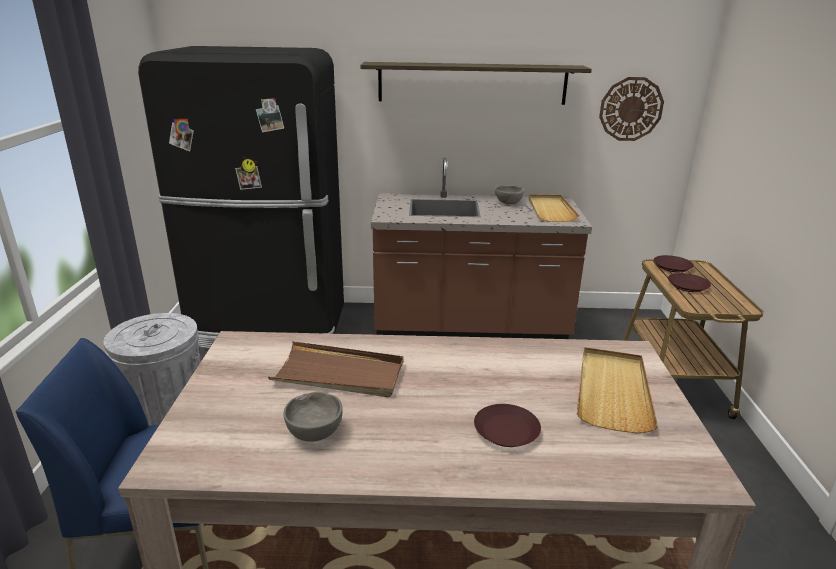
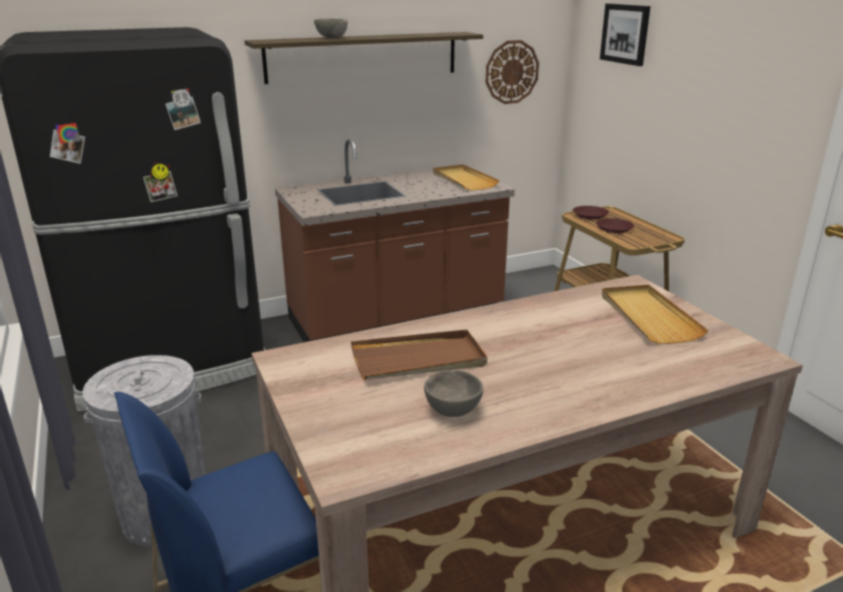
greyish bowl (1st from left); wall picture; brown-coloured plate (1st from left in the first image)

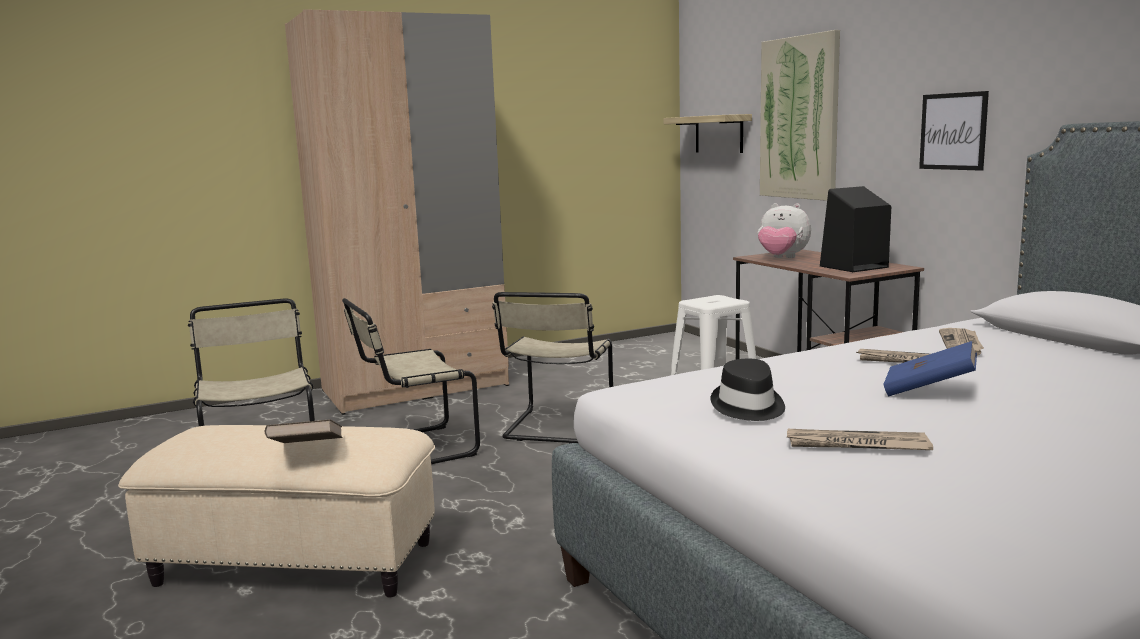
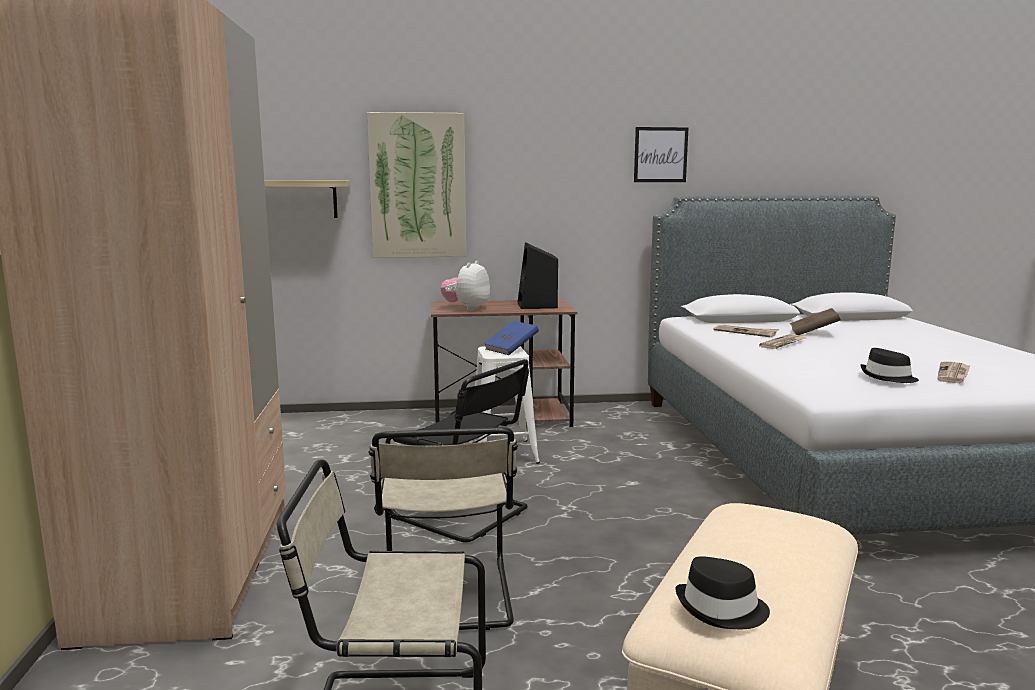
blackish plain chair; soft toy; blue book; wall picture (2nd from left); blackish wearable hat (1st from left); brown-coloured book

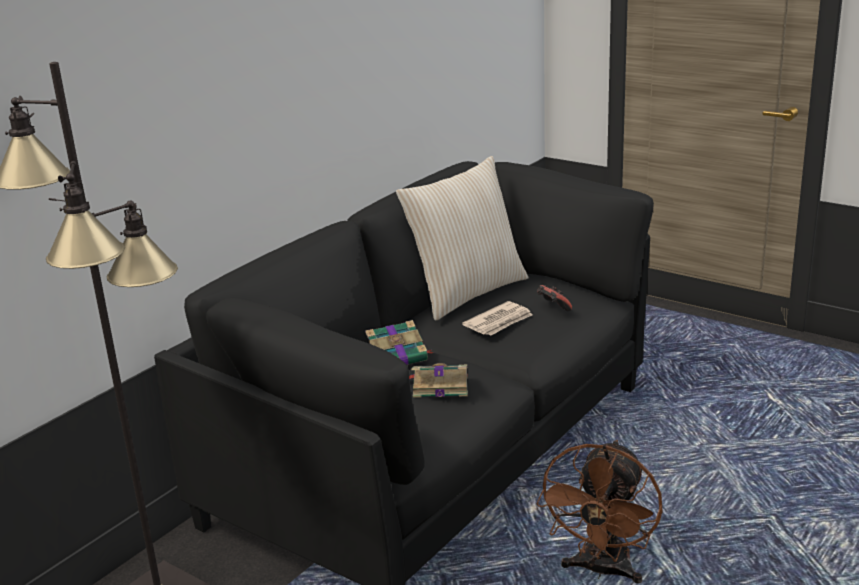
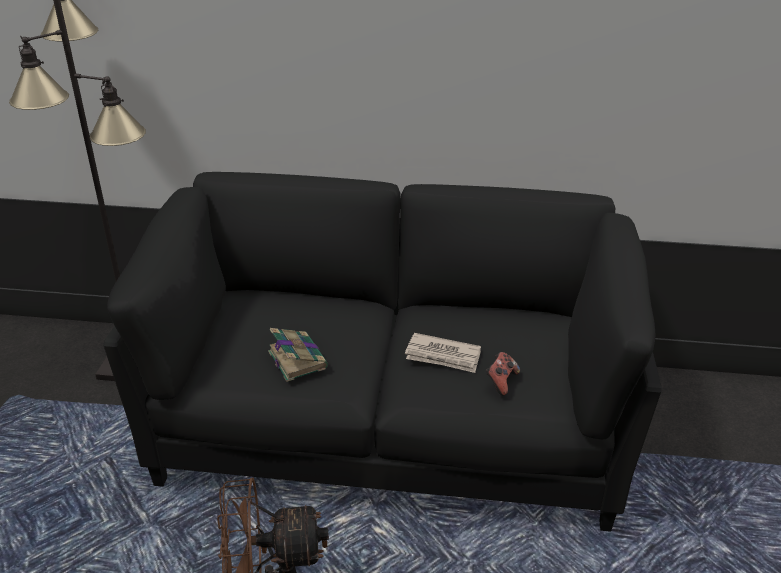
book (1st from left in the first image); beige-coloured pillow

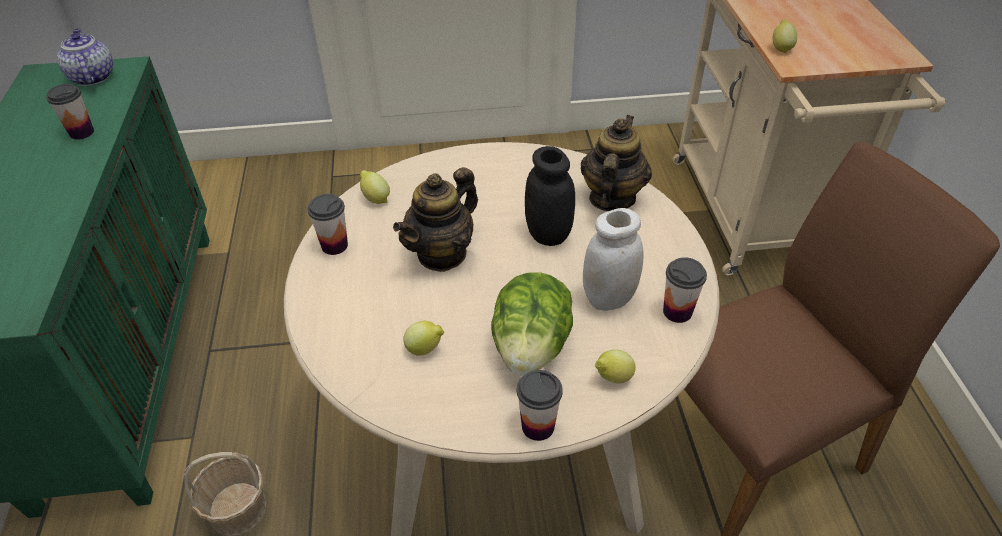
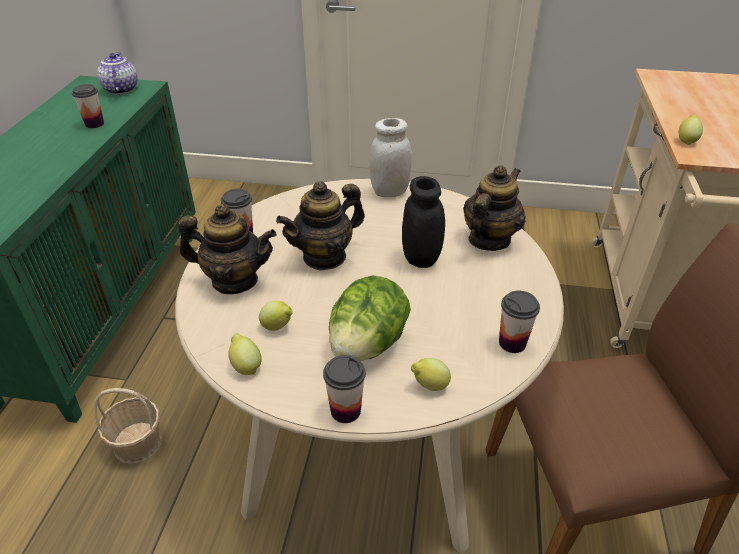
tea pot (2nd from left); citrus fruit (1st from left); white jar

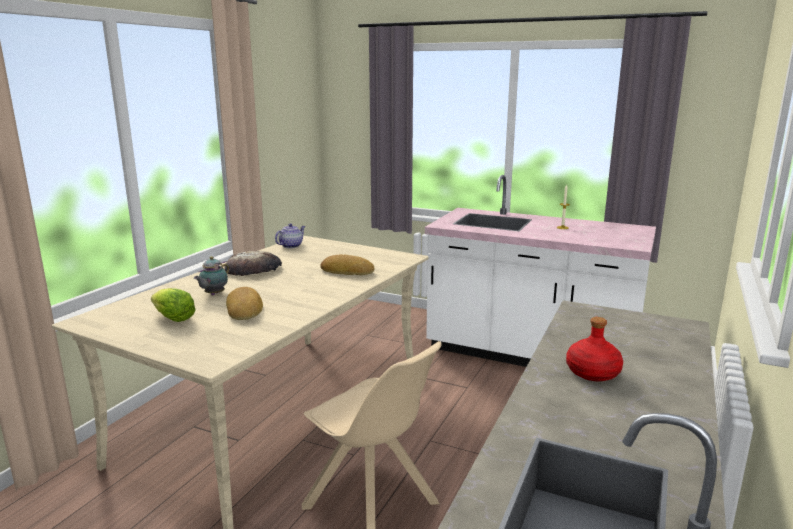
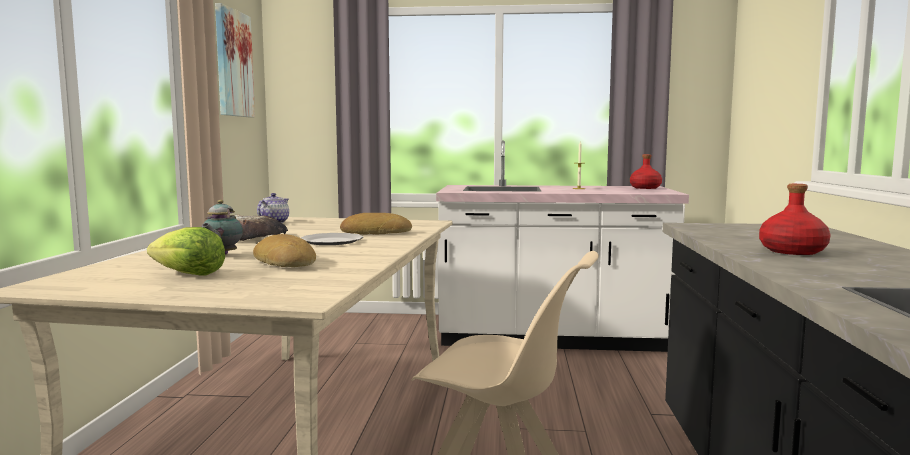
wall picture; plate; reddish beverage bottle (1st from left)

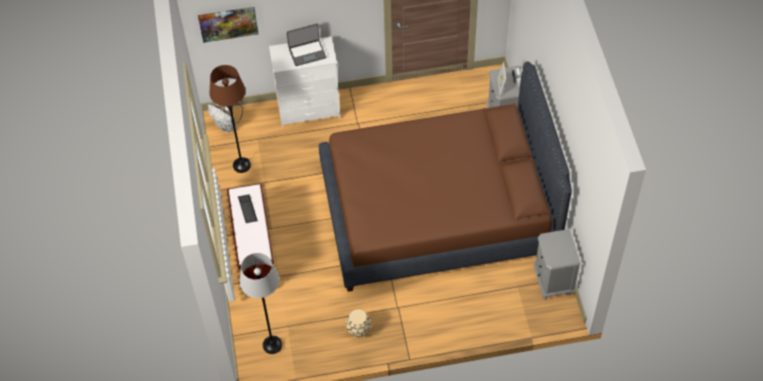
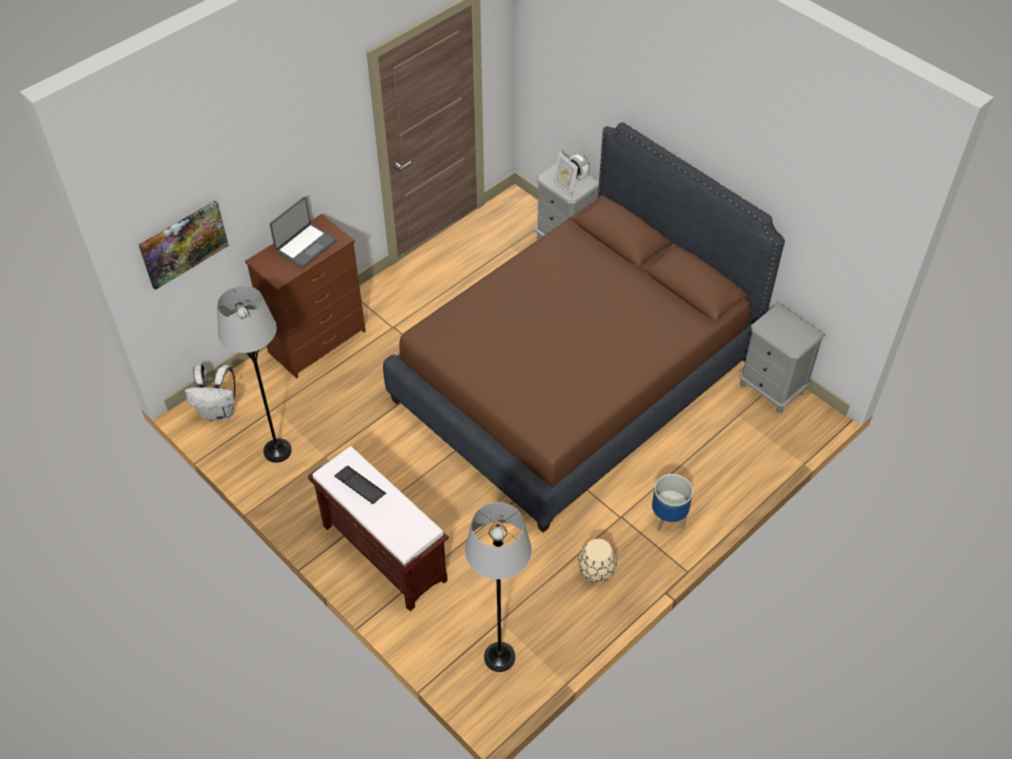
greyish standard lamp (1st from left); brown-coloured chest of drawers; plant pot

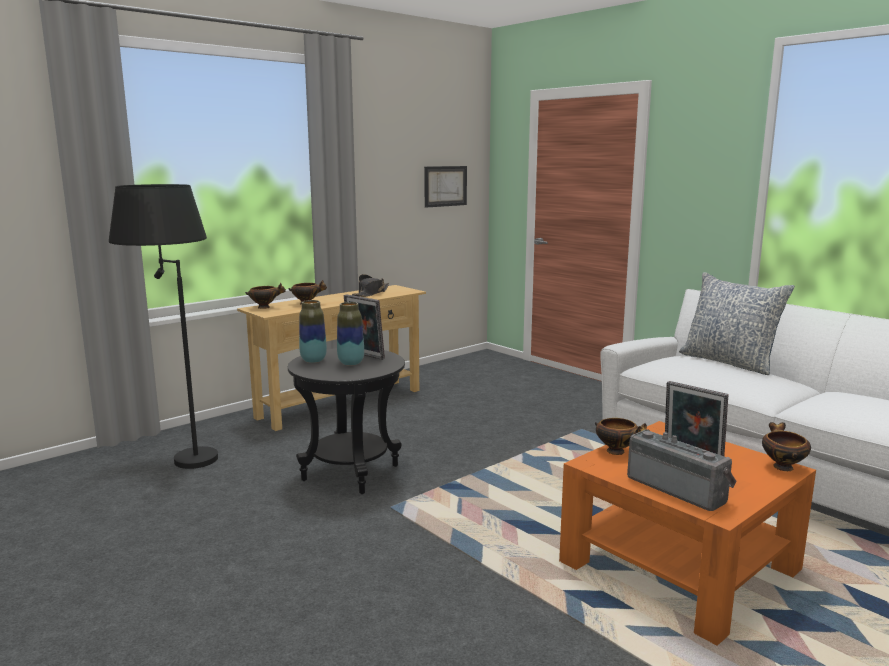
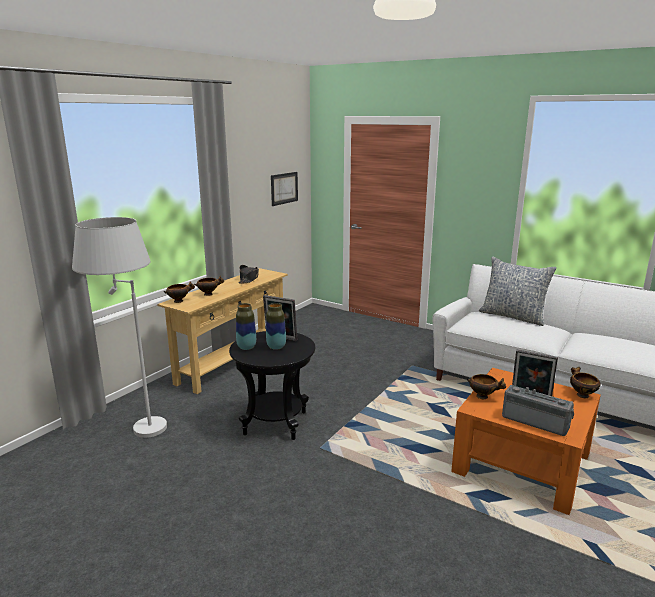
white standard lamp

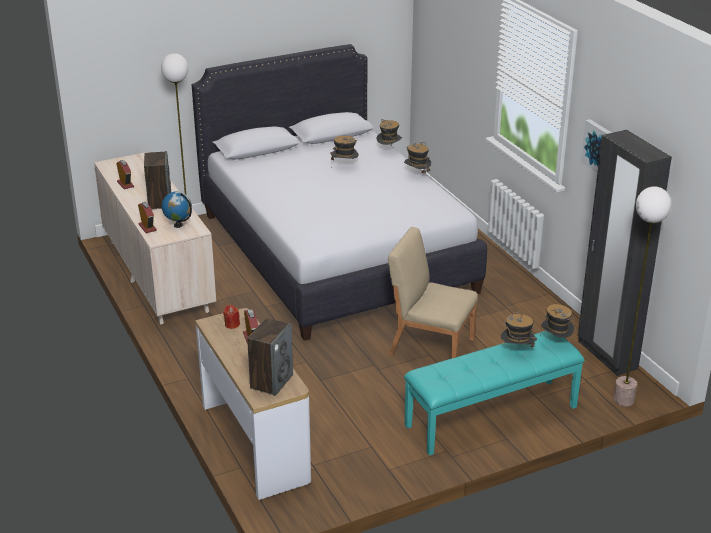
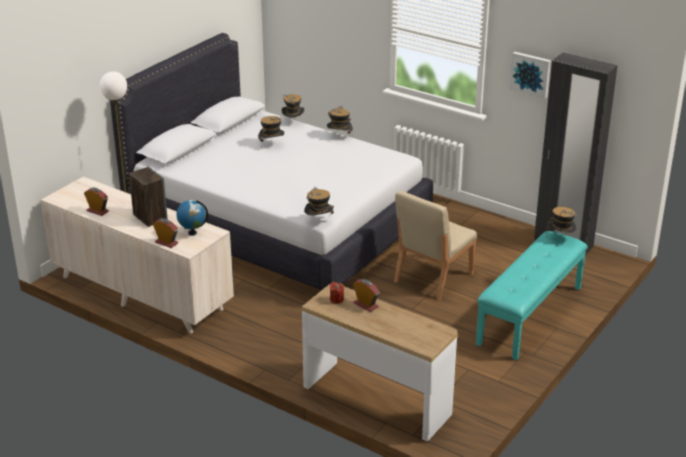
wearable hat (3rd from left); beige-coloured plain chair; audio speaker (2nd from left in the first image); standard lamp (2nd from left in the first image)

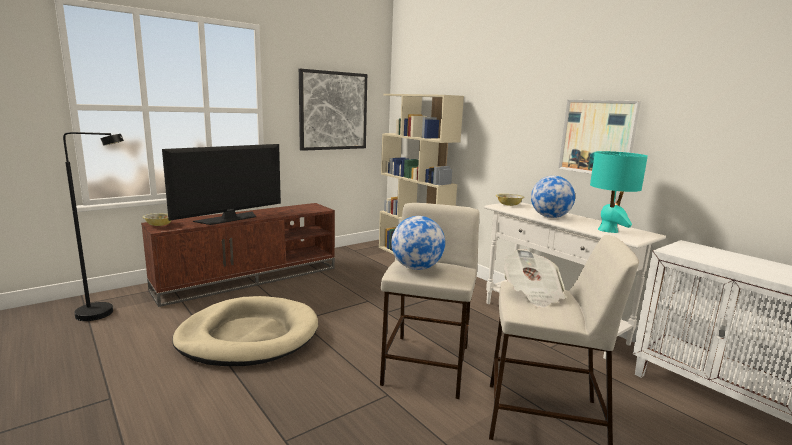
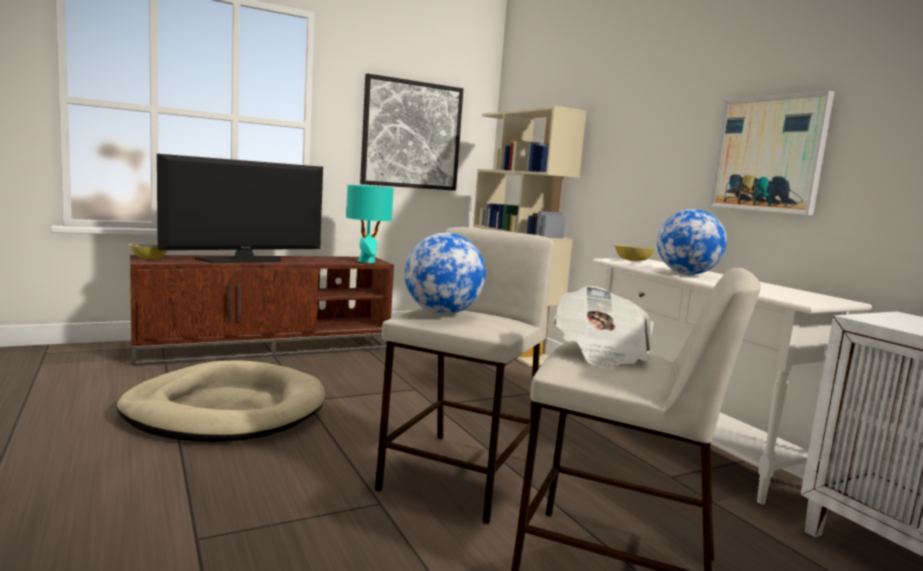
blue-green lamp for a table; blackish standard lamp

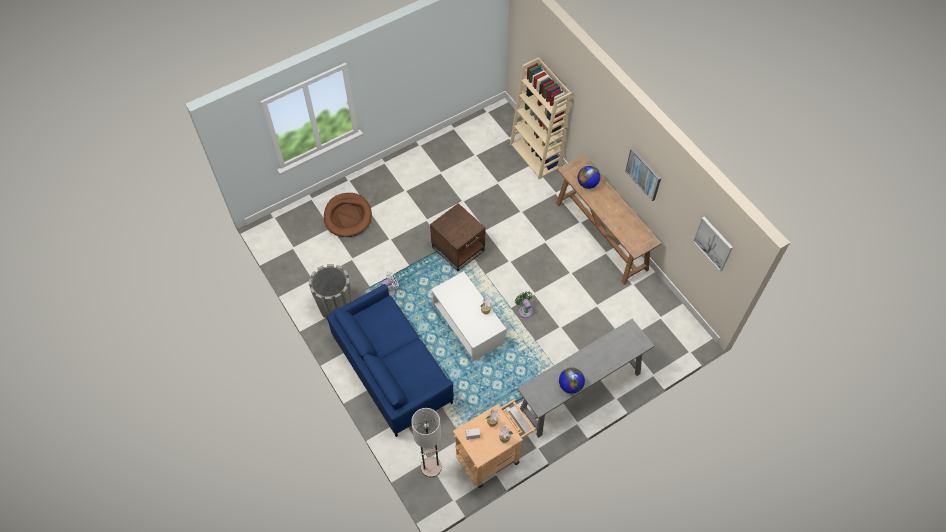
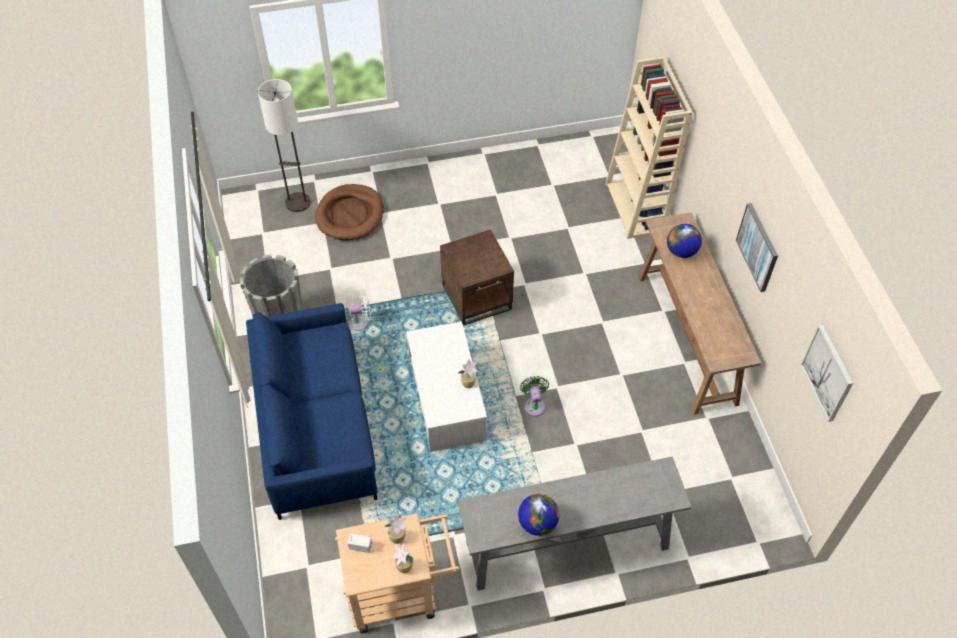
standard lamp

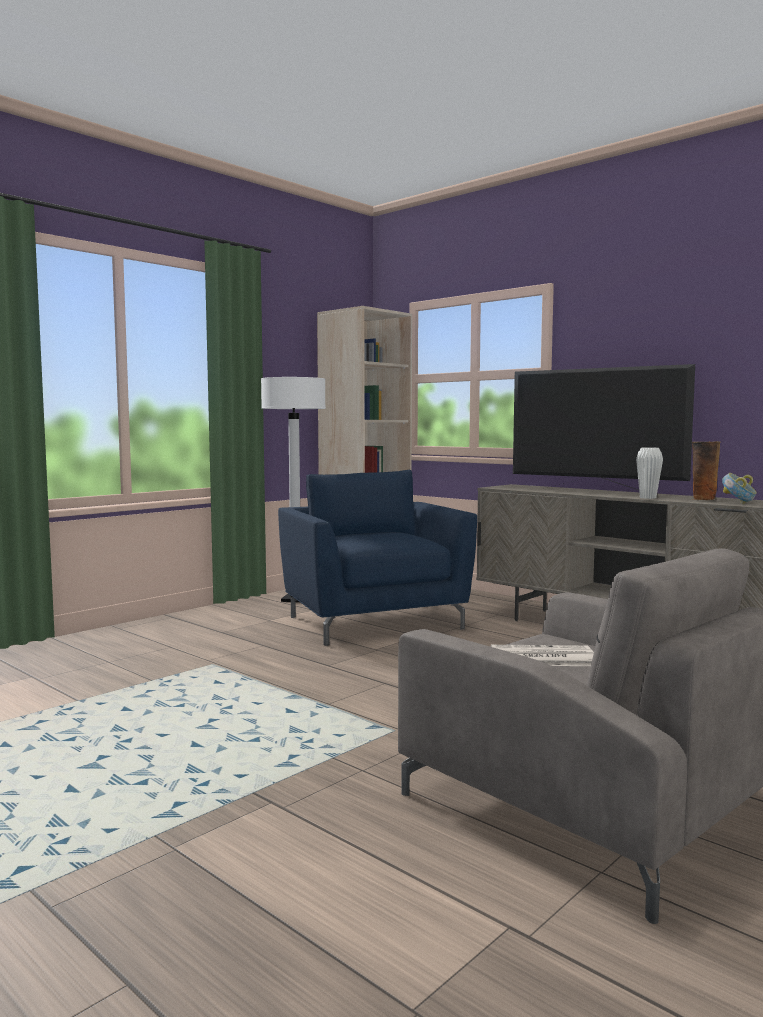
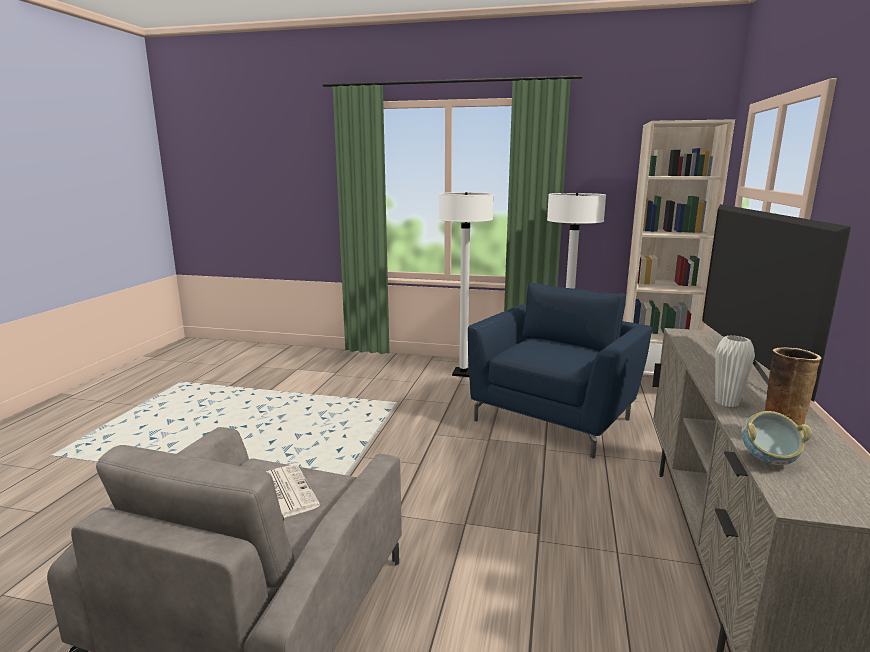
white standard lamp (1st from left)

